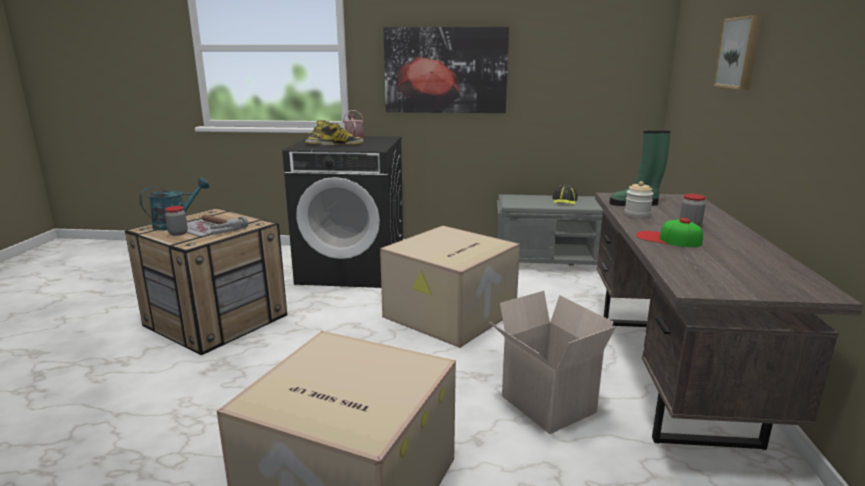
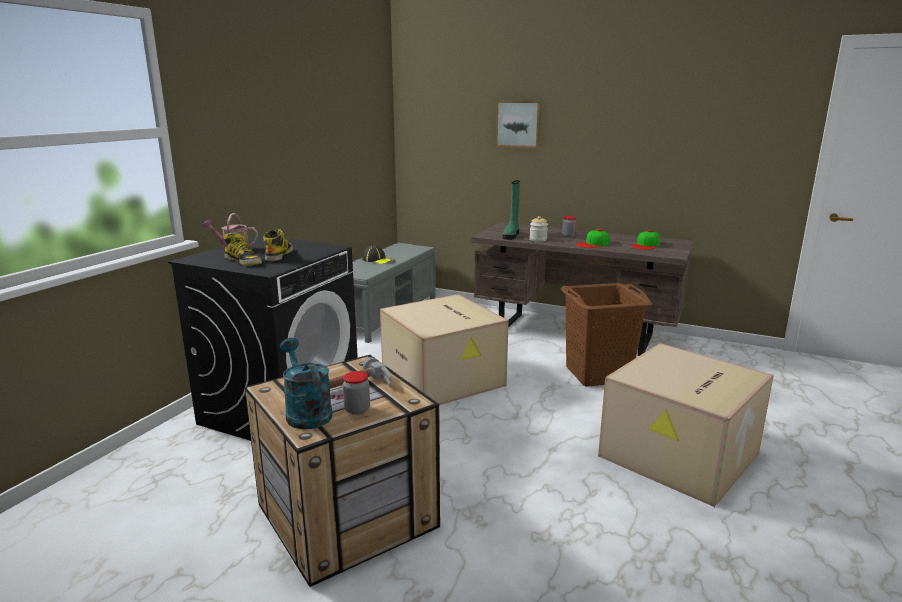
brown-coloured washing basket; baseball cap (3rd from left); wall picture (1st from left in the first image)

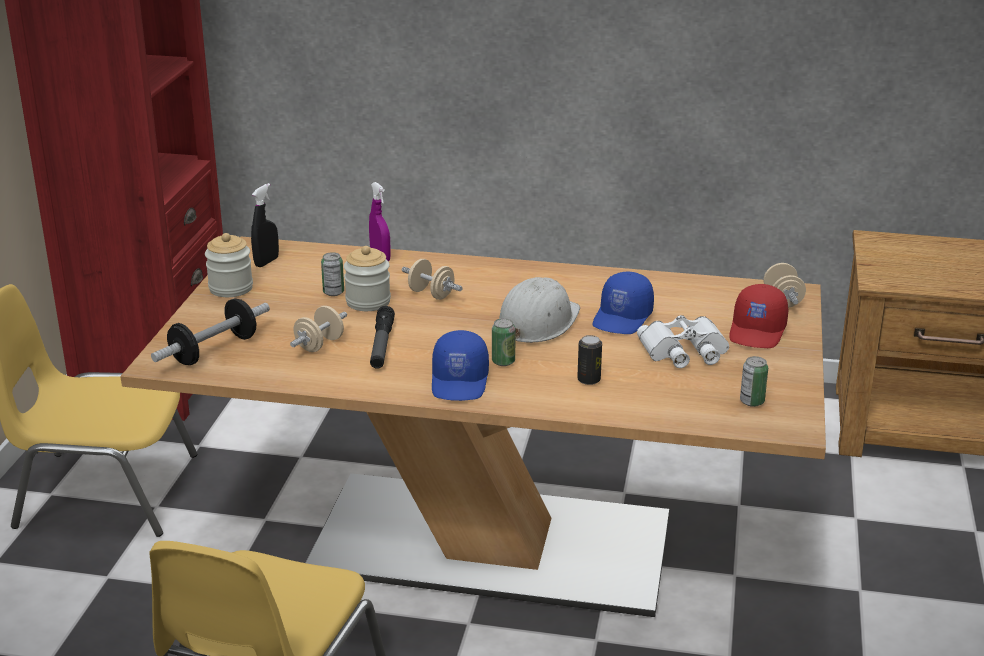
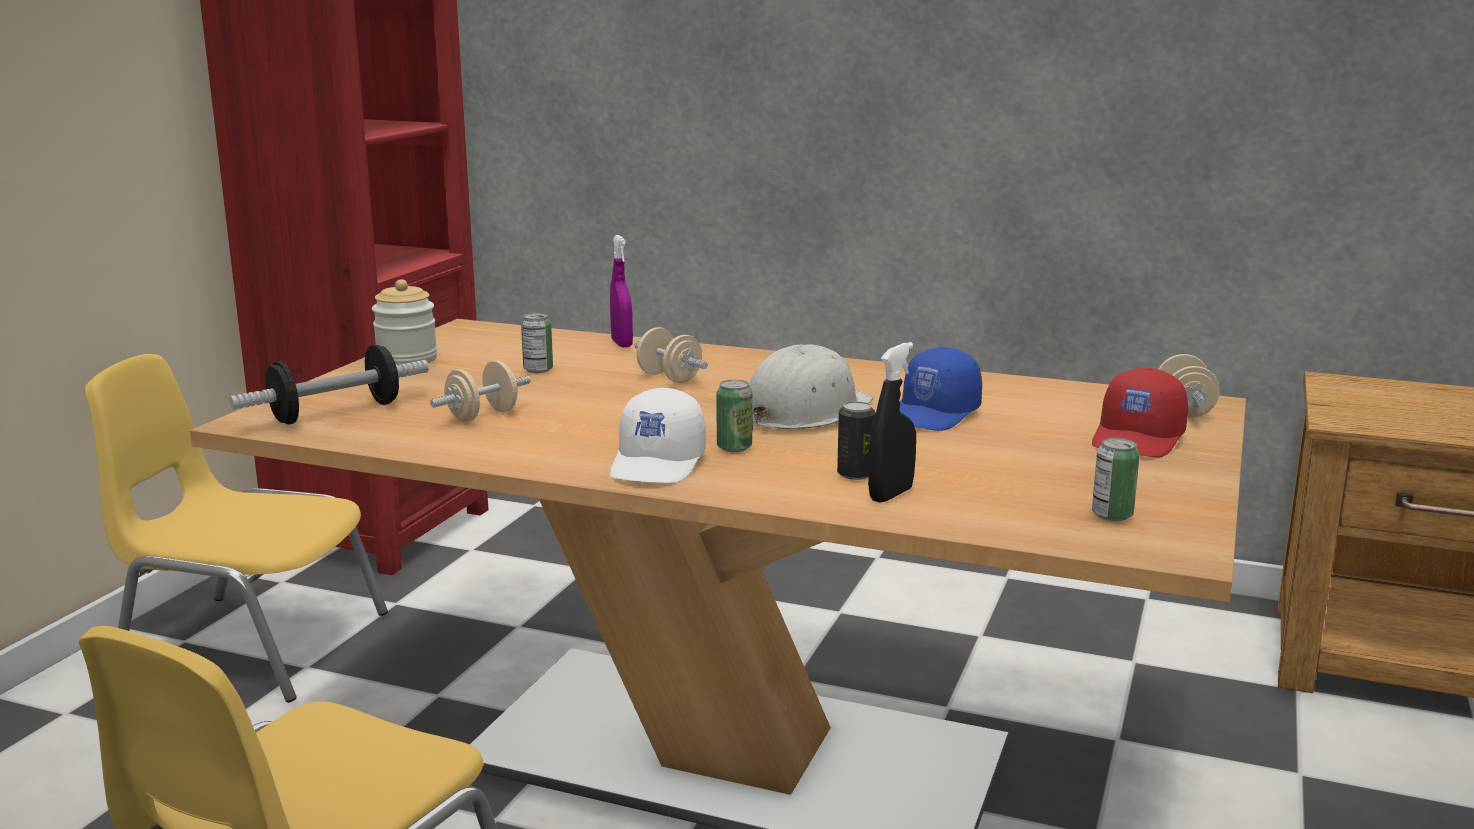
white baseball cap; blackish sprayer; jar (2nd from left in the first image); hand torch; white pair of binoculars

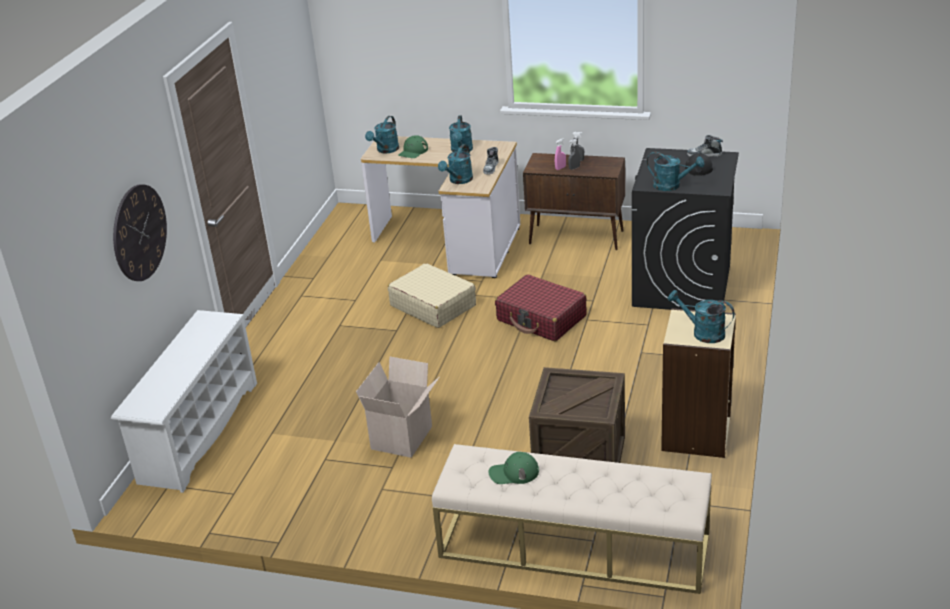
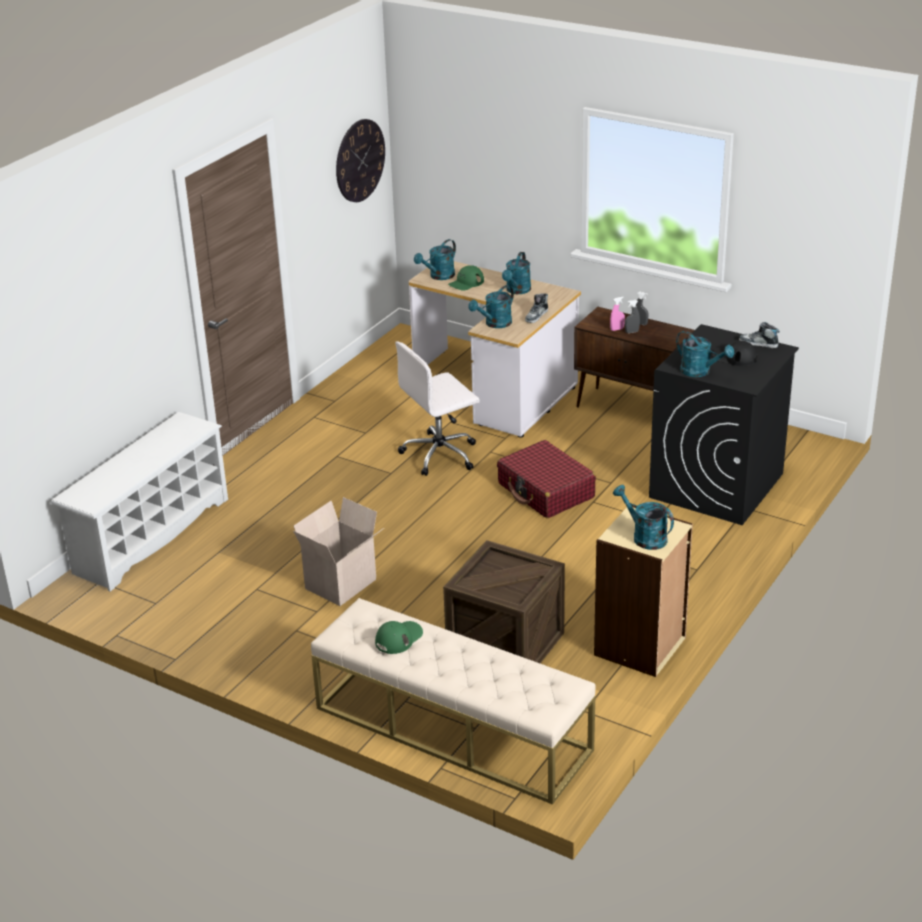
wall clock; green-coloured baseball cap (1st from left); white desk chair

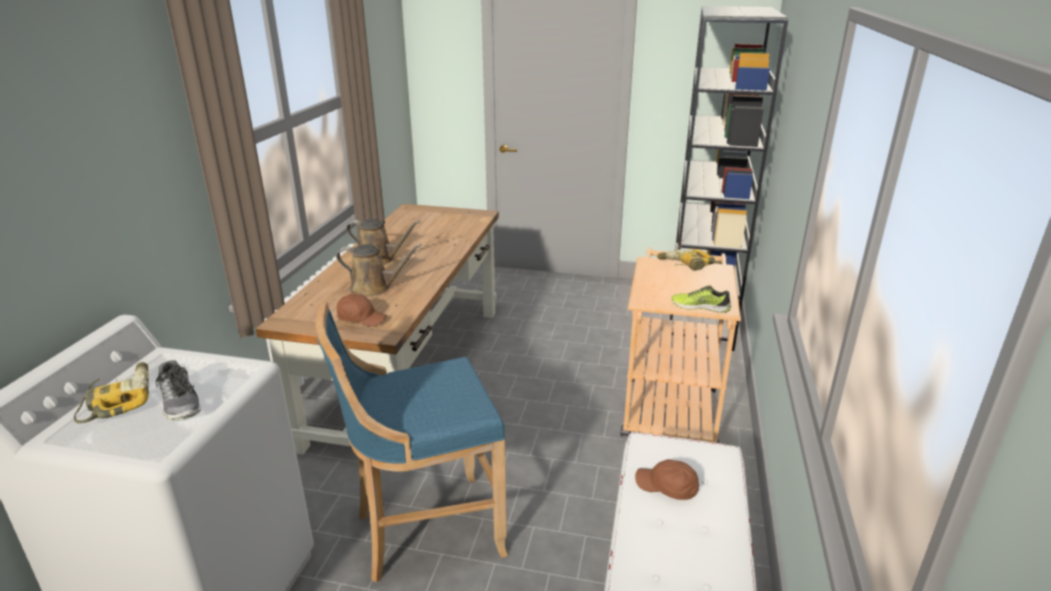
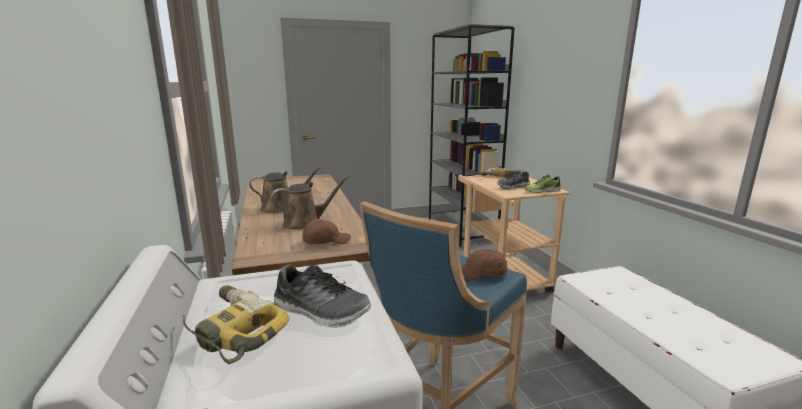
brown-coloured baseball cap (2nd from left); shoe (2nd from left)

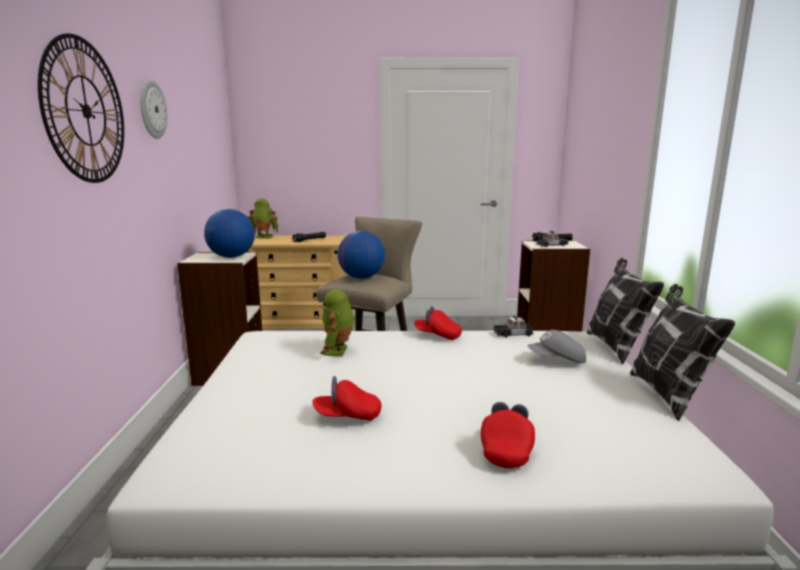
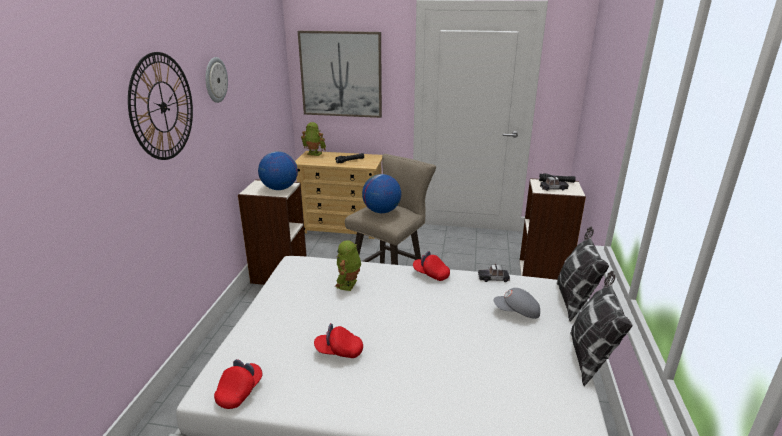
reddish baseball cap (1st from left); wall picture

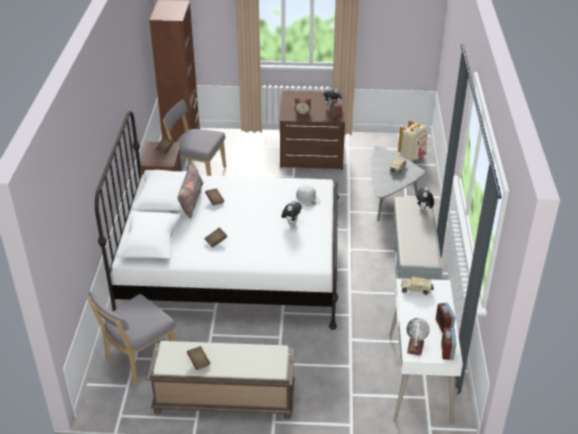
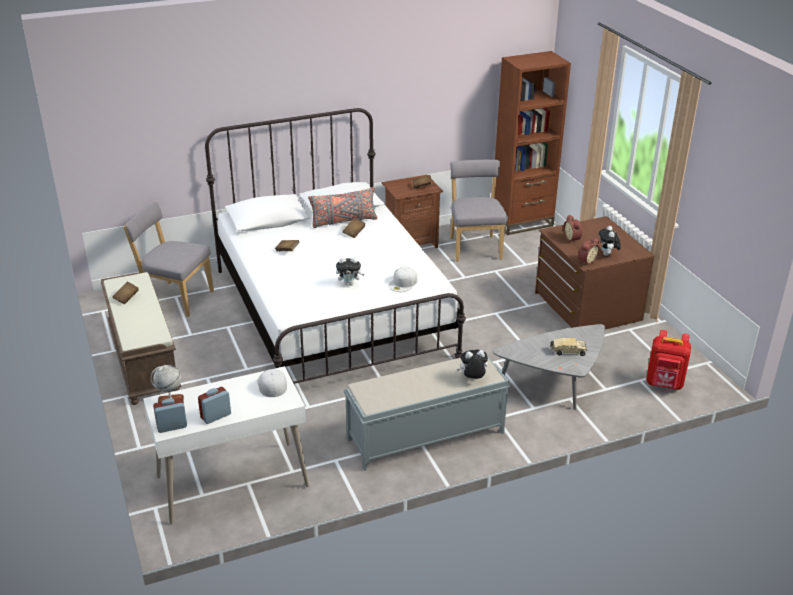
white baseball cap (1st from left); reddish rucksack

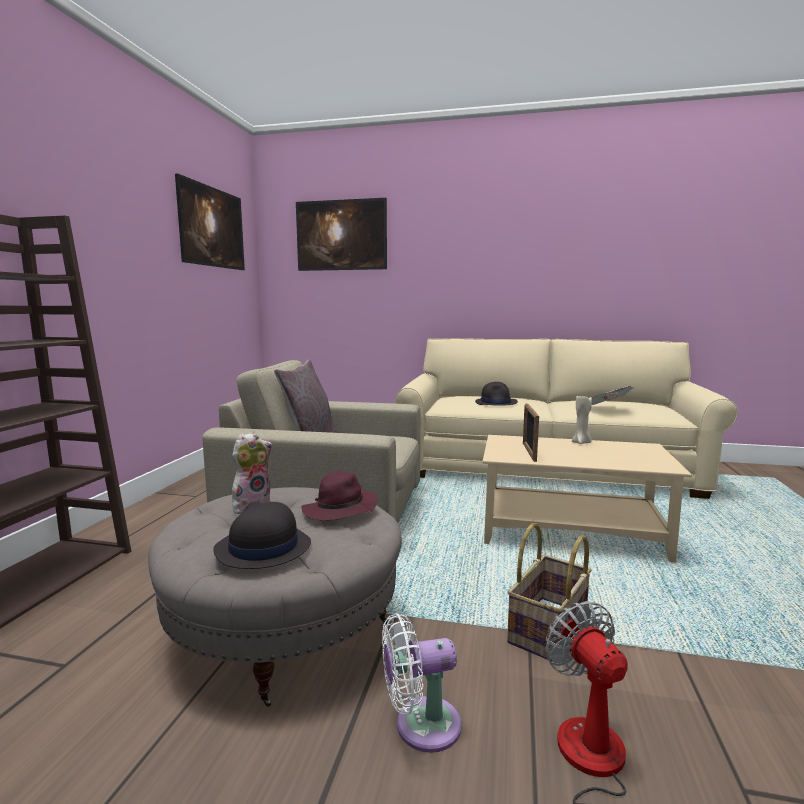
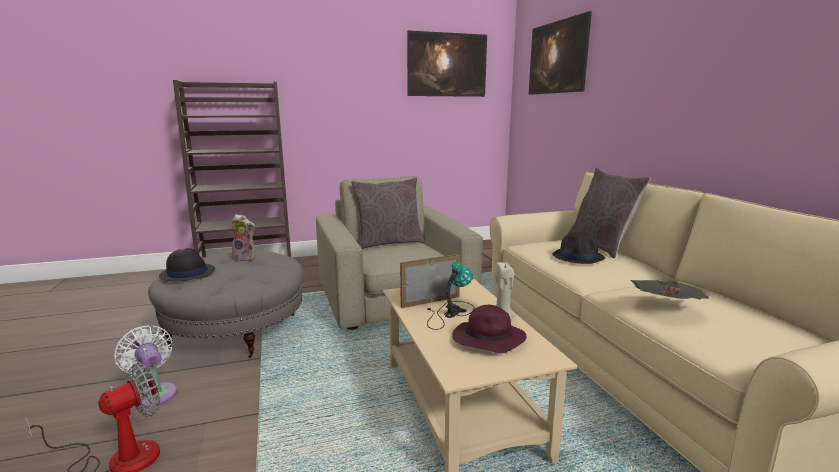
lamp for a table; purple-coloured wearable hat; greyish pillow (2nd from left); storage basket

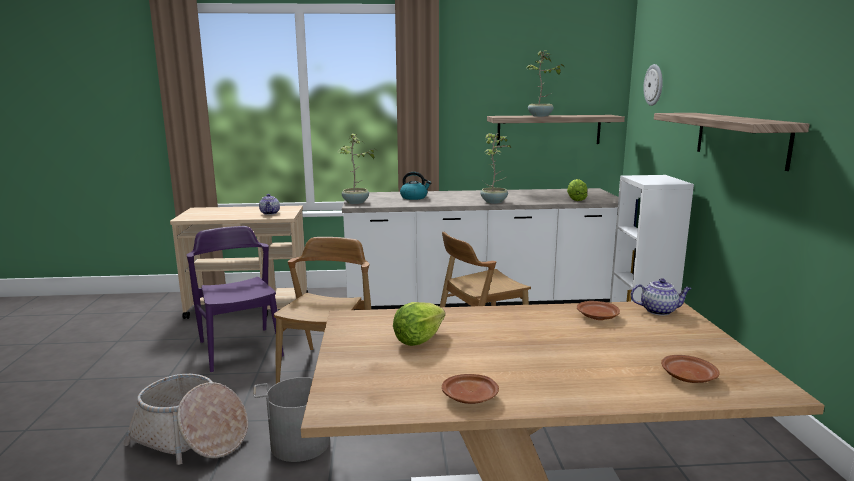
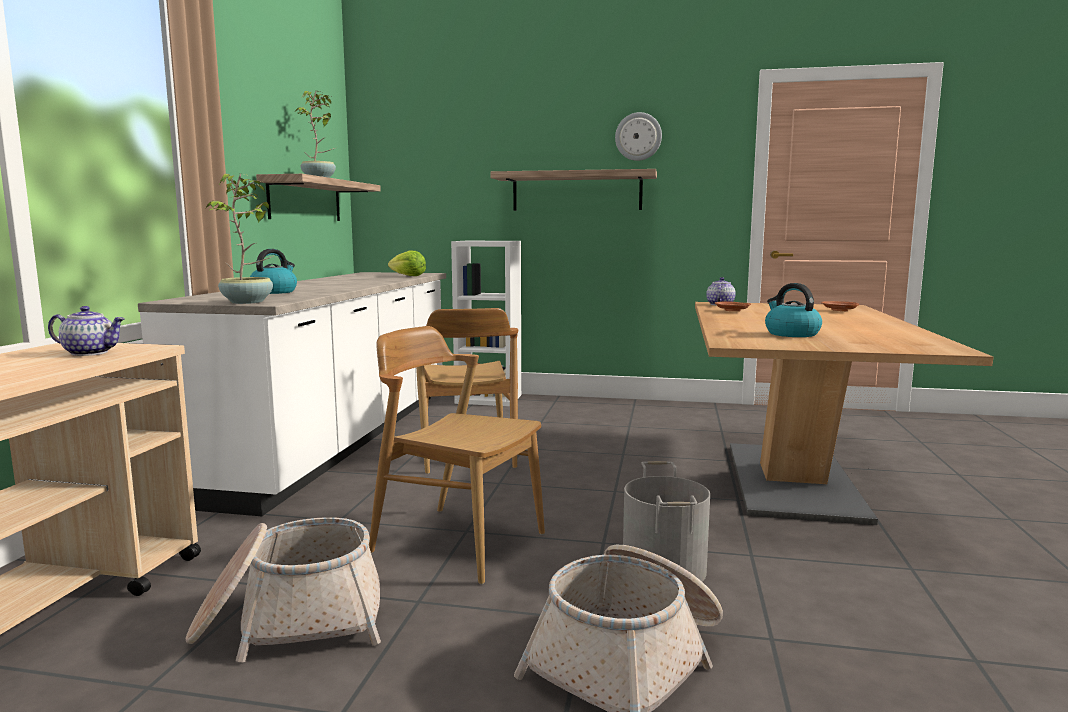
storage basket (1st from left); wall clock; tea kettle (2nd from left); brown-coloured plate (1st from left in the first image); plant in a pot (2nd from left in the first image)

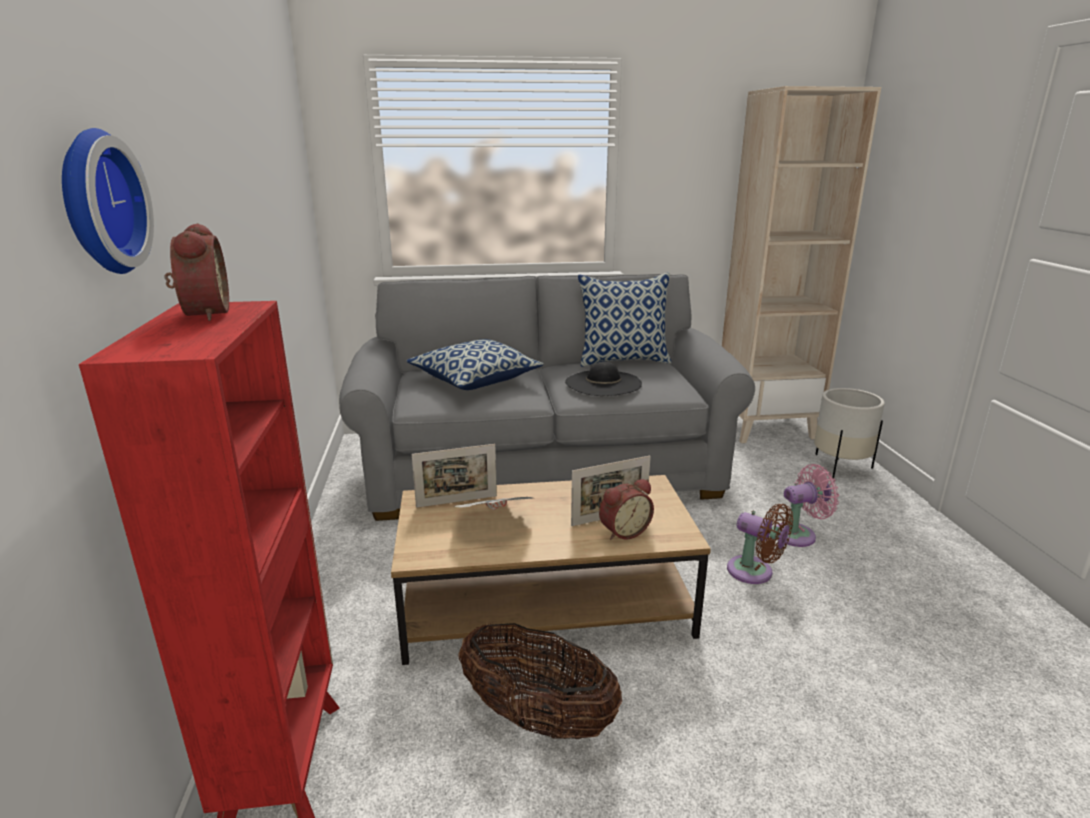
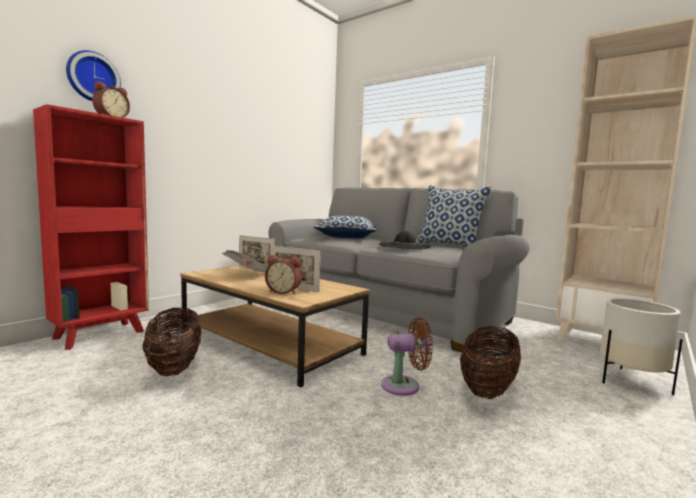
brown-coloured electric fan; storage basket (2nd from left)

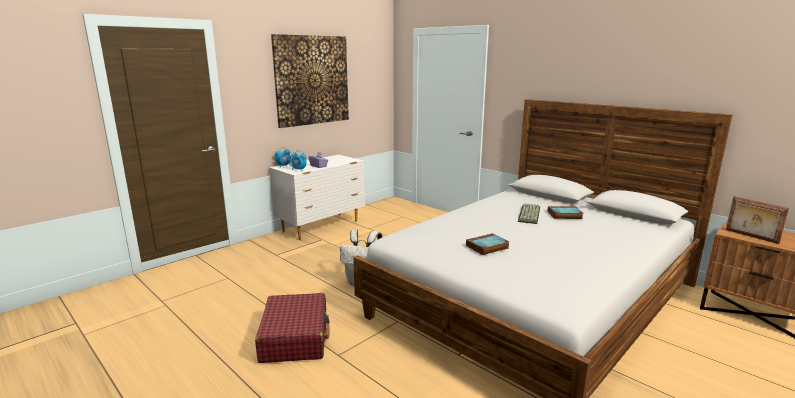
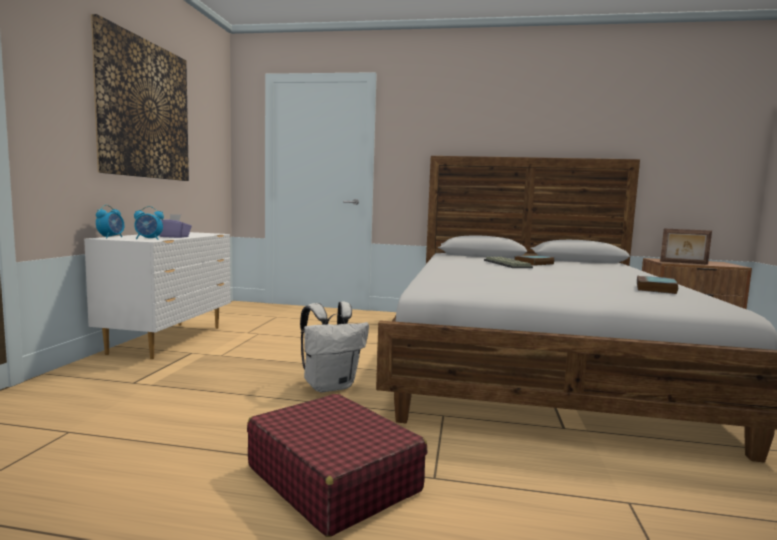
book (2nd from left)

